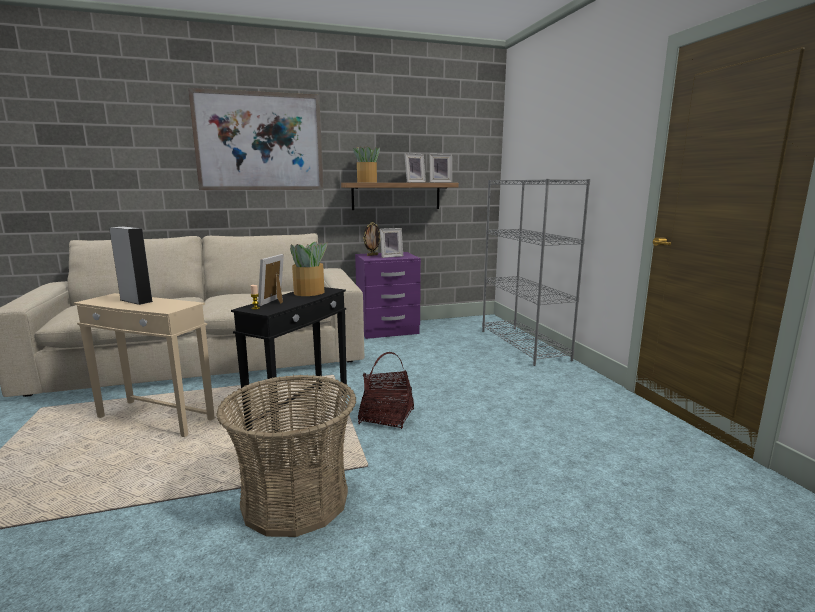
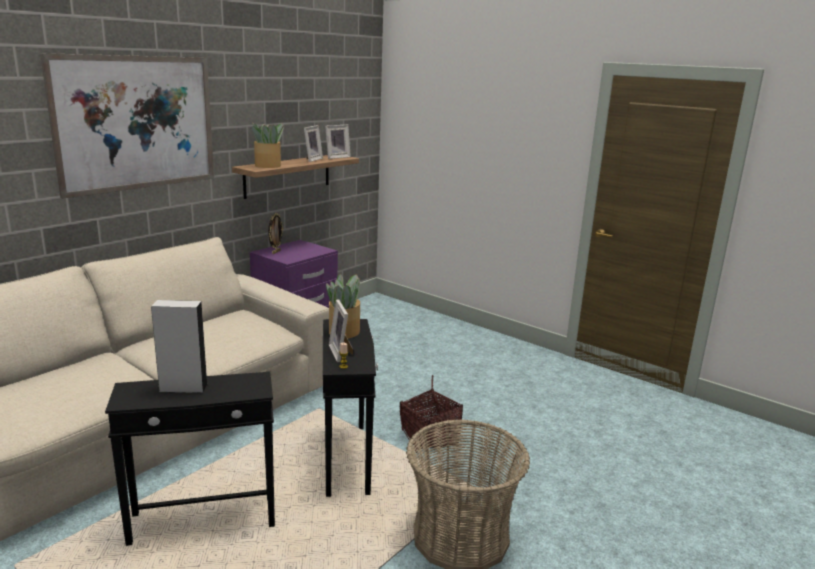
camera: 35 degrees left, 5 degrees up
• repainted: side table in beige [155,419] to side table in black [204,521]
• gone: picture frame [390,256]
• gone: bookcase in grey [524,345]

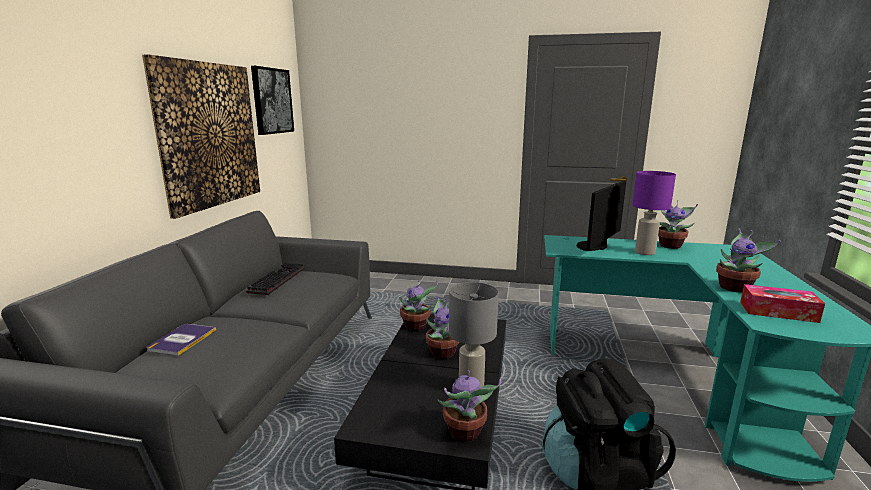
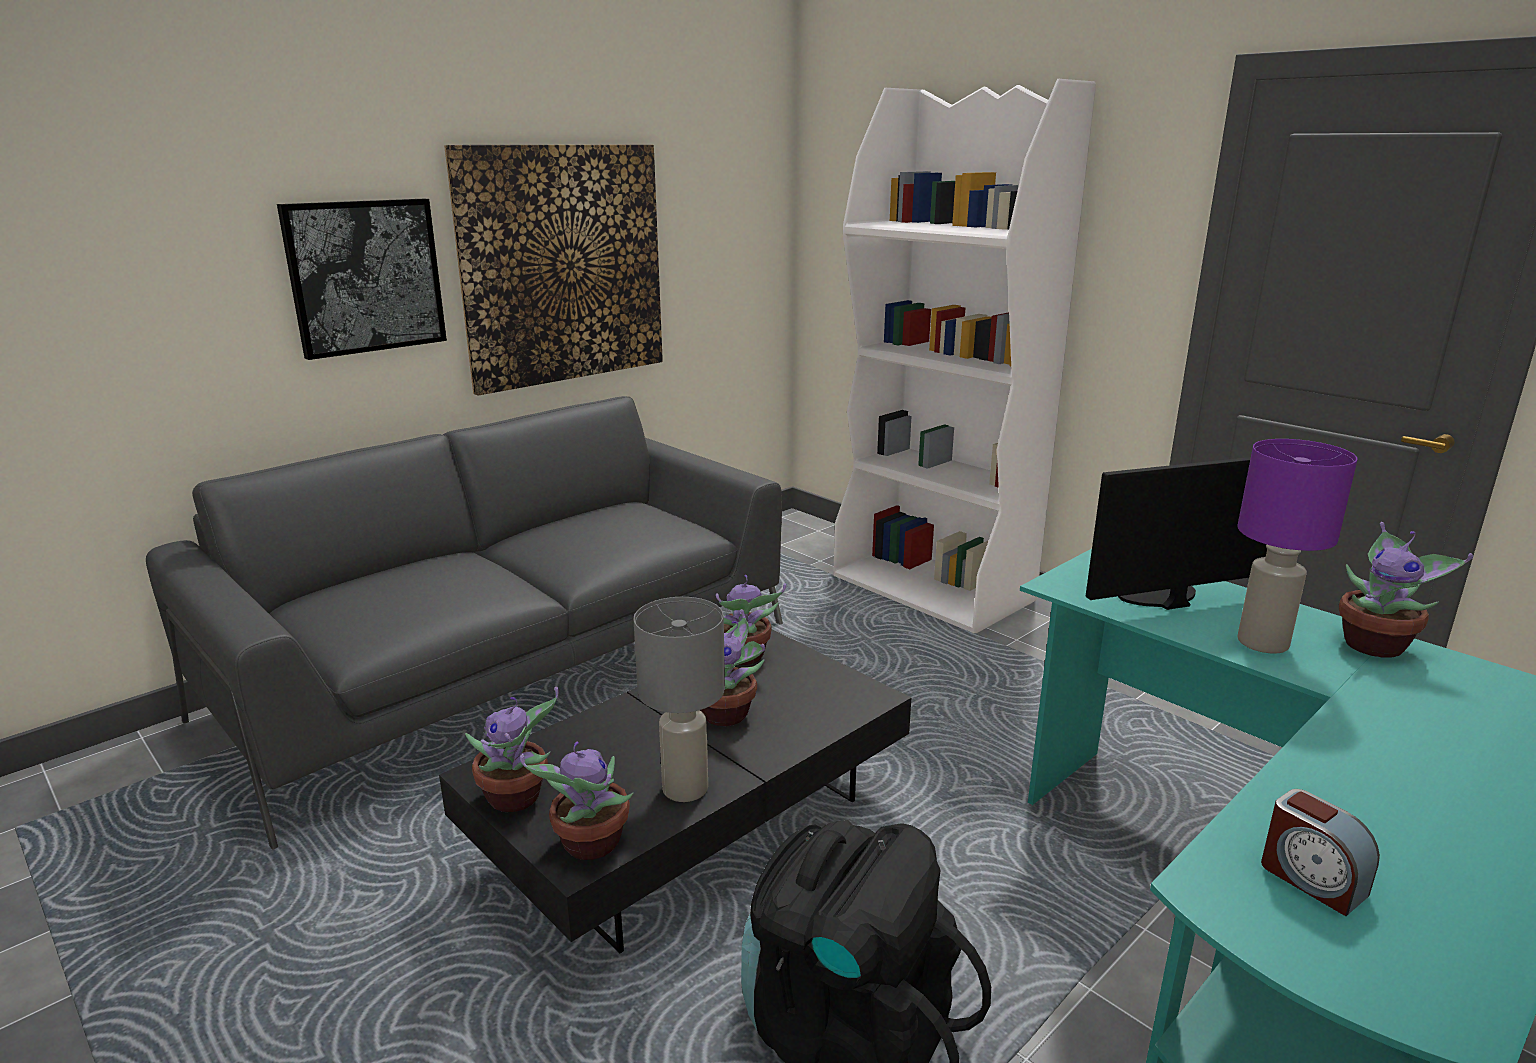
camera: 35 degrees right, 5 degrees up
• gone: book [182,340]
• gone: keyboard [277,279]
• shifted: picture [272,101] to [365,276]
• shifted: potted plant [736,288] to [516,798]
• swapped: tissue box [778,312] to alarm clock [1311,879]
• new: bookcase in white [934,588]

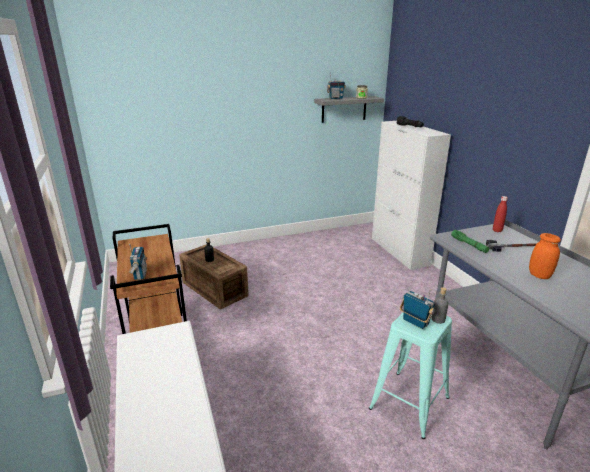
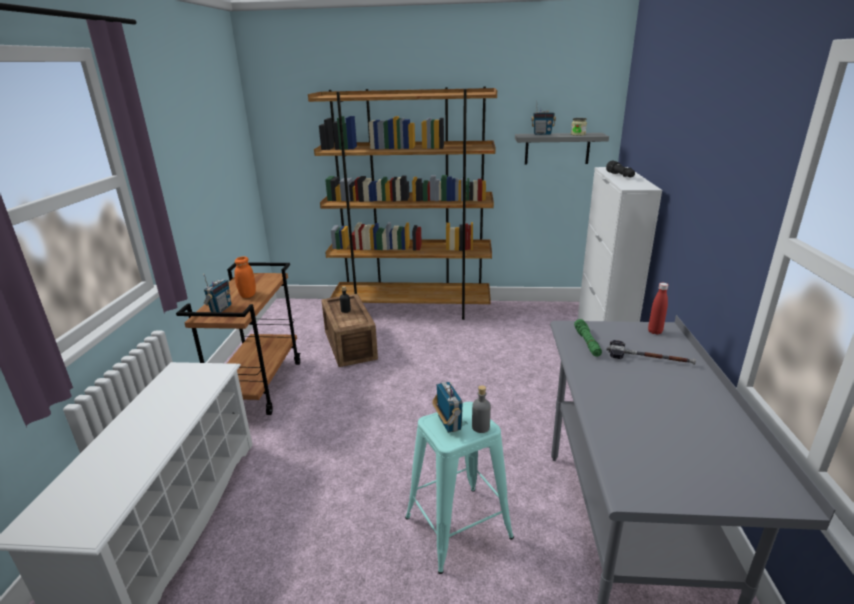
camera: 25 degrees right, 0 degrees up
• shifted: jar in orange [539,275] to [247,295]
• new: bookcase in brown [412,309]

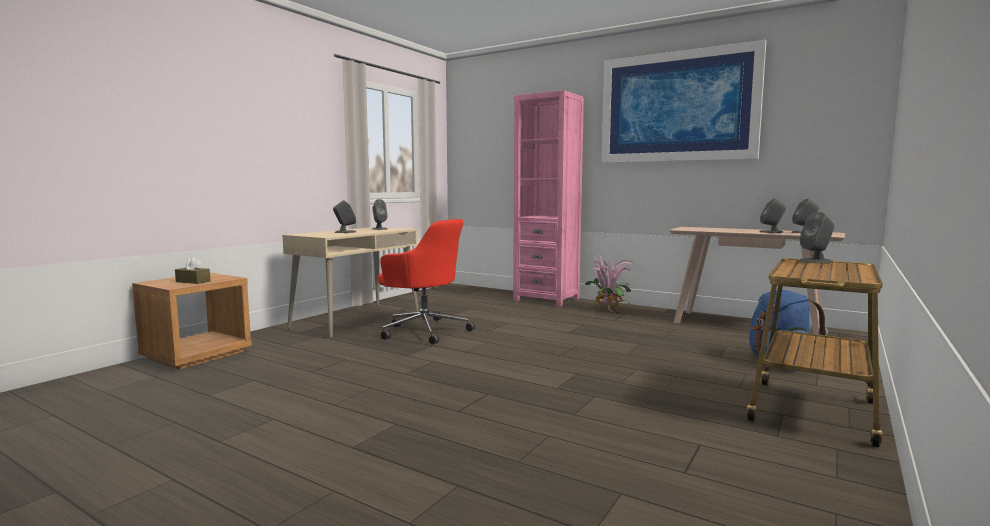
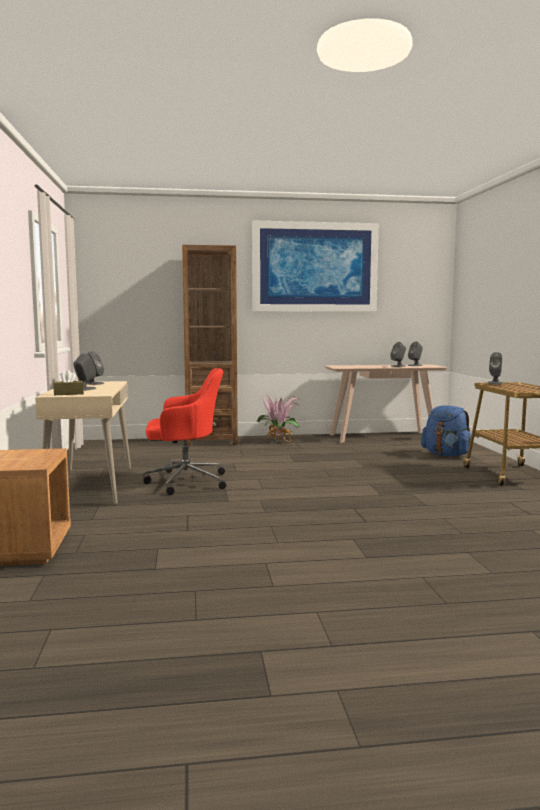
camera: 40 degrees left, 0 degrees up
• shifted: tissue box in brown [193,281] to [68,394]
• repainted: bookcase in pink [546,299] to bookcase in brown [211,441]

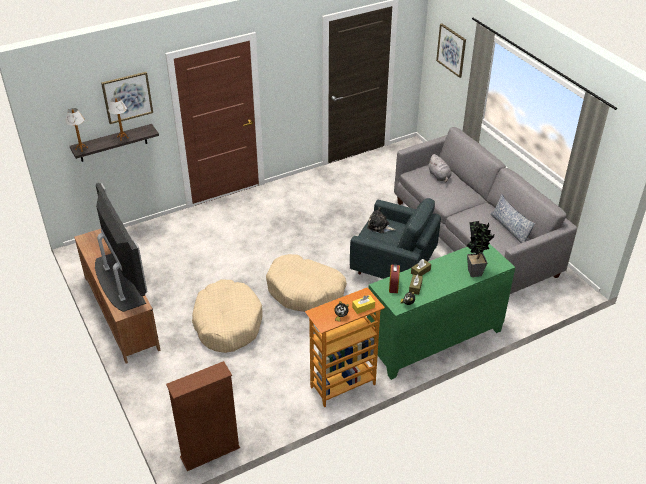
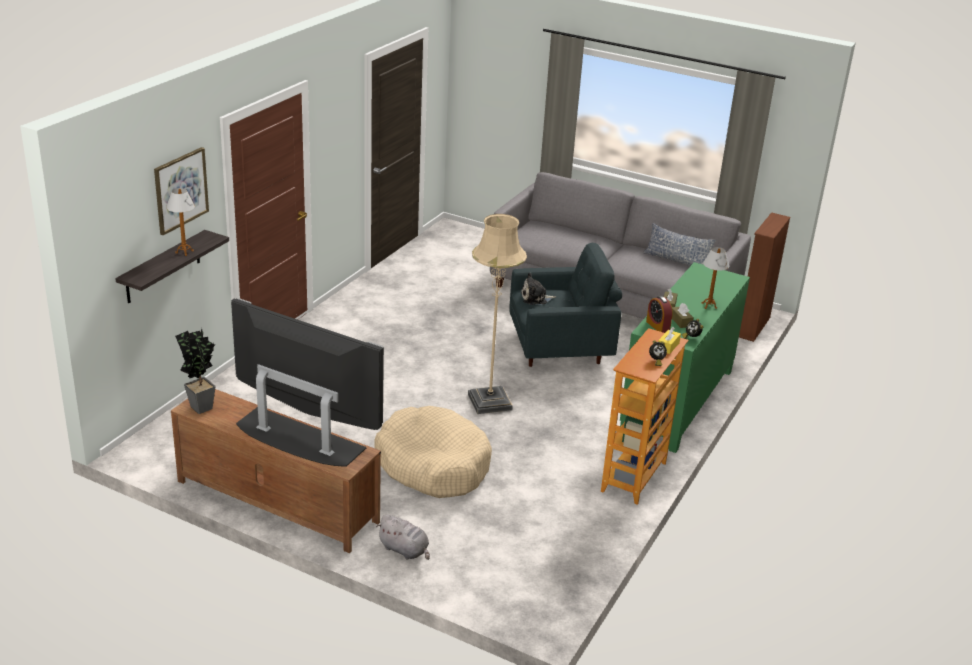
camera: 35 degrees left, 10 degrees down
• shifted: table lamp [81,149] to [709,306]
• shifted: bookcase in brown [210,452] to [753,327]
• swapped: dog bed in beige [305,291] to floor lamp in beige [489,402]
• shifted: plush toy in grey [439,176] to [405,550]
• gone: picture [451,50]
• shifted: potted plant [475,271] to [201,405]

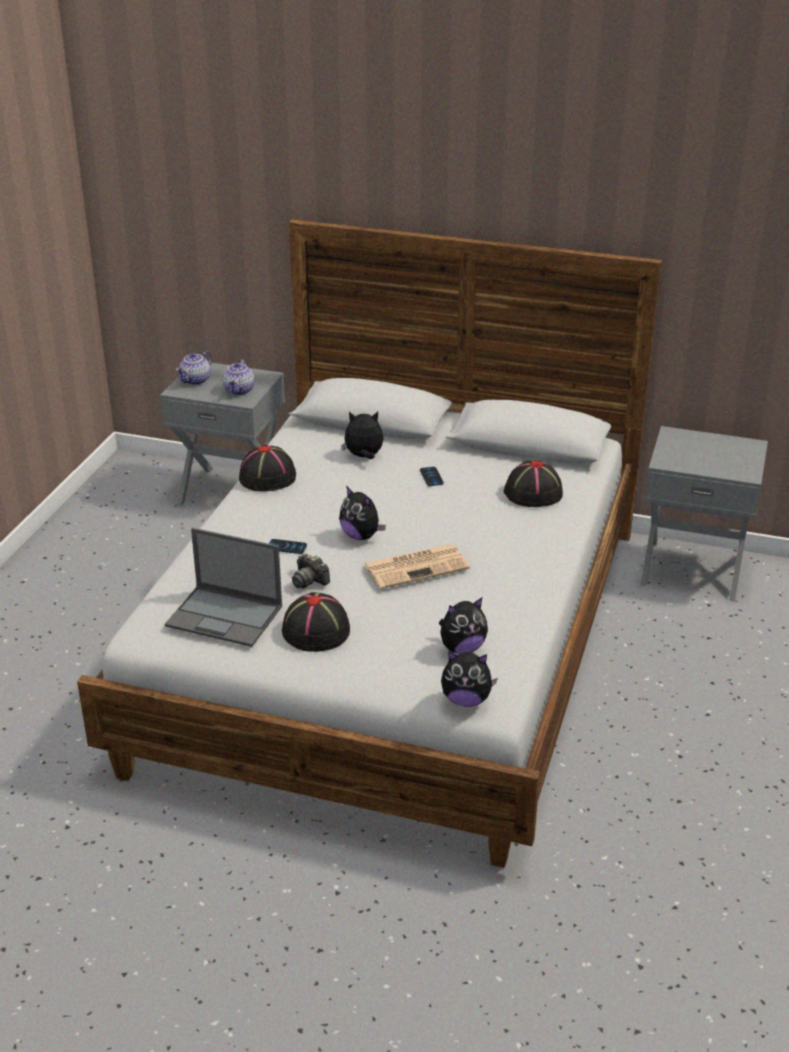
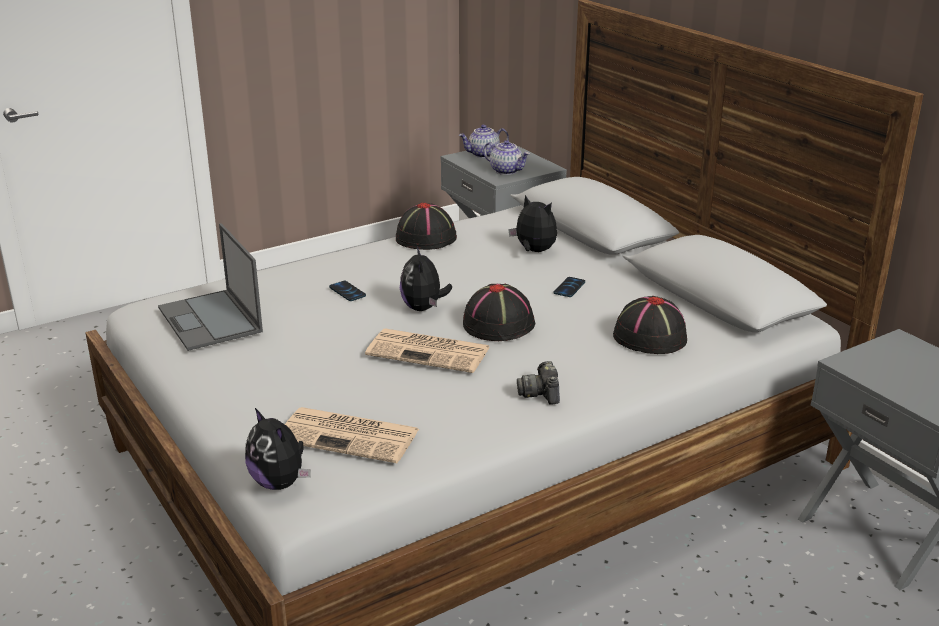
camera: 40 degrees right, 5 degrees down
• rotated: teapot [239,391] = [506,171] 105 degrees counterclockwise
• shifted: hat in black [316,630] to [499,324]
• shifted: photo camera [309,580] to [541,393]
• swapped: plush toy [462,648] to newspaper [350,436]

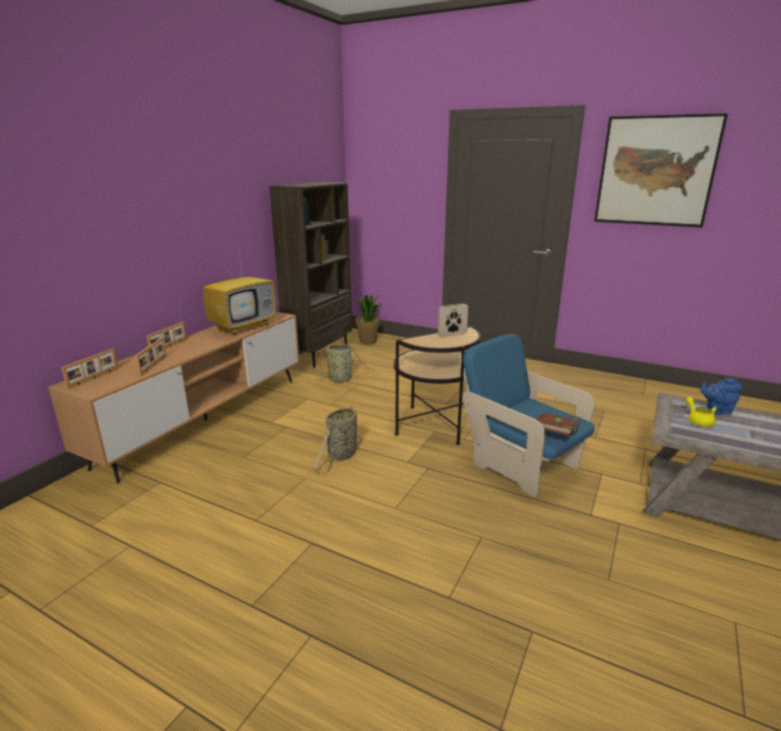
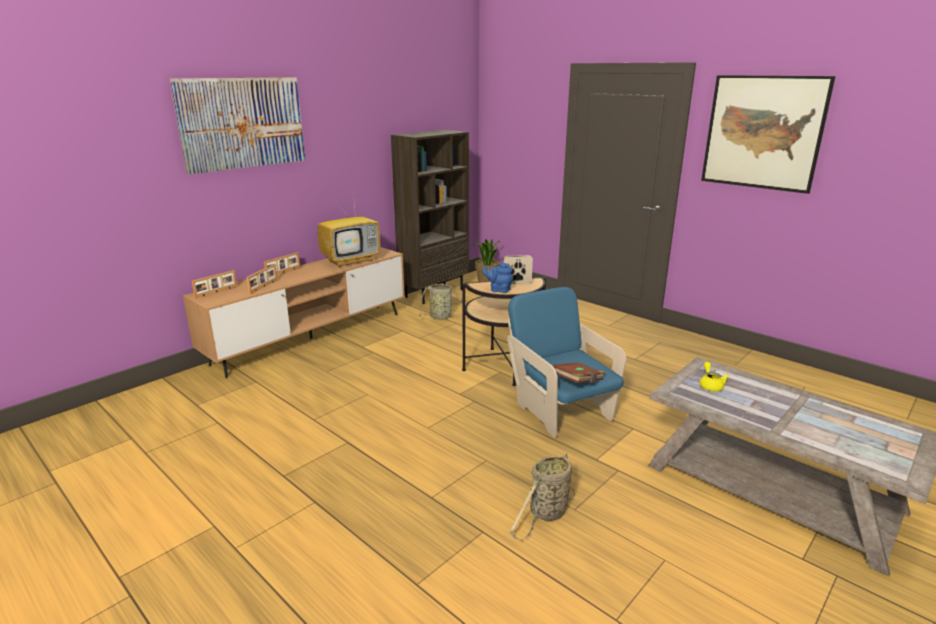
camera: 15 degrees right, 0 degrees up
• shifted: basket [341,456] to [546,514]
• shifted: teapot in blue [716,410] to [499,290]
• new: picture [243,123]

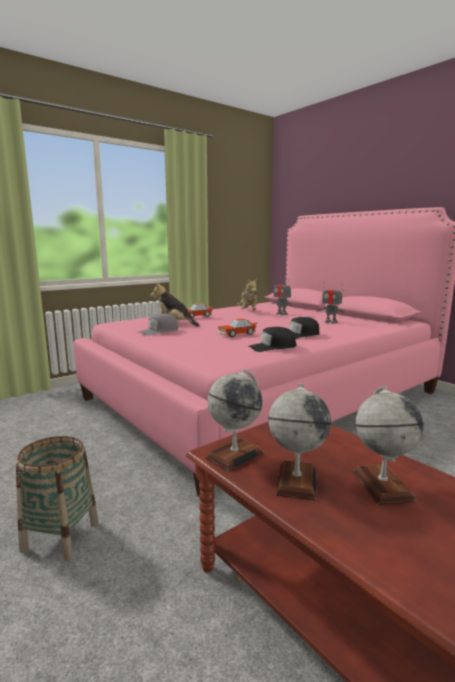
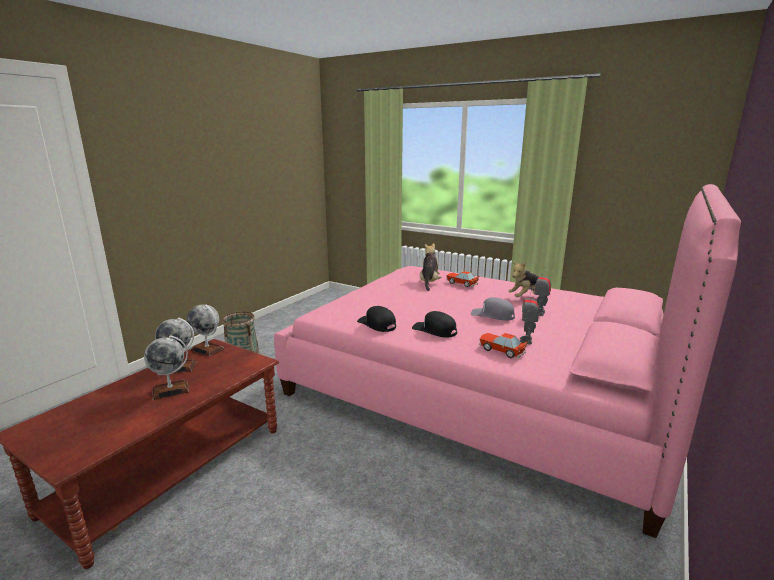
camera: 70 degrees right, 5 degrees up
• shifted: cap in grey [159,331] to [492,315]
• shifted: toy car [236,334] to [501,350]

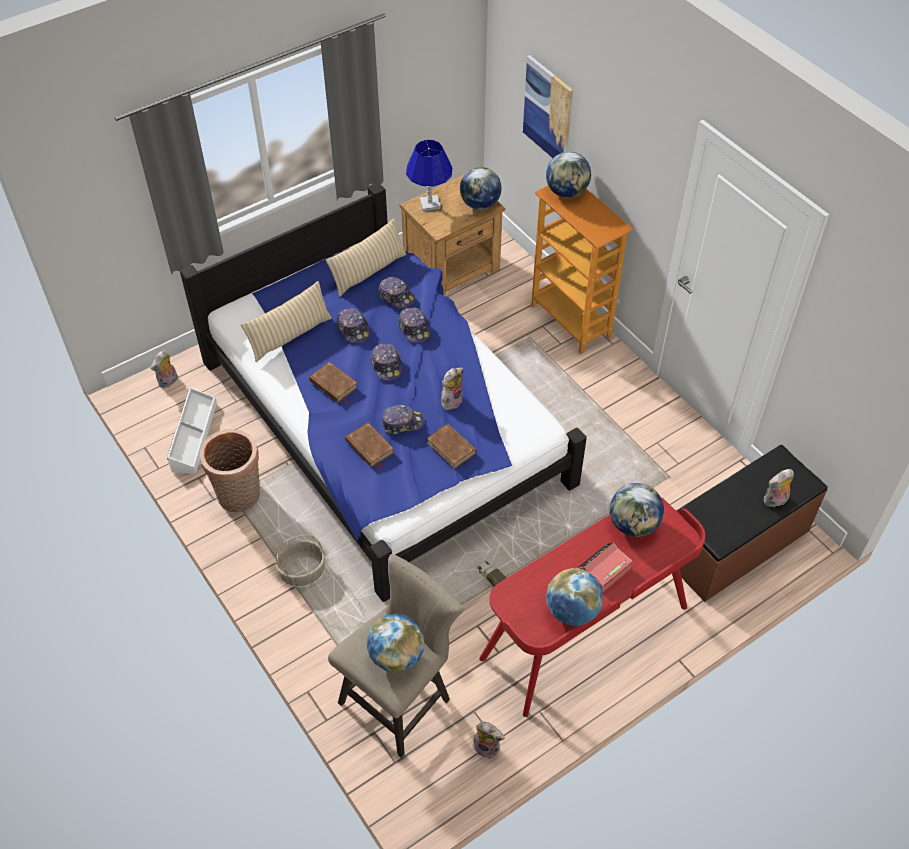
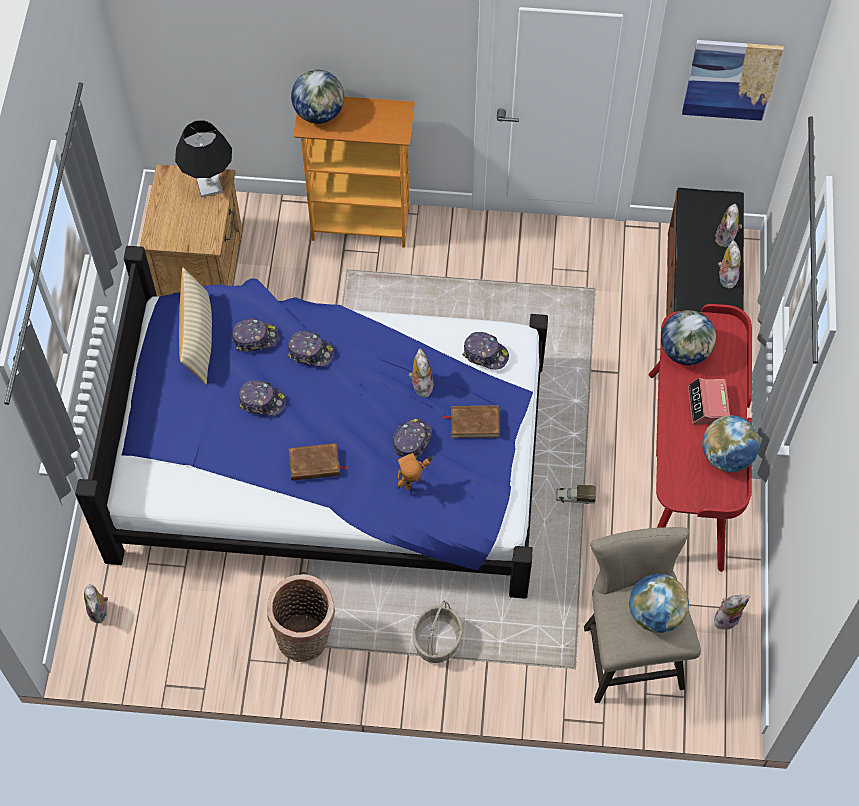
camera: 50 degrees left, 10 degrees up
• gone: storage box in white [193,436]
• gone: pillow in beige [290,336]
• swapped: book in brown [369,447] to toy robot [414,486]
• shifted: cap [387,365] to [485,354]
• gone: table lamp in blue [430,204]
• swapped: globe [479,204] to table lamp in black [209,185]
• shifted: picture [548,111] to [731,79]
• new: plush toy [726,276]

